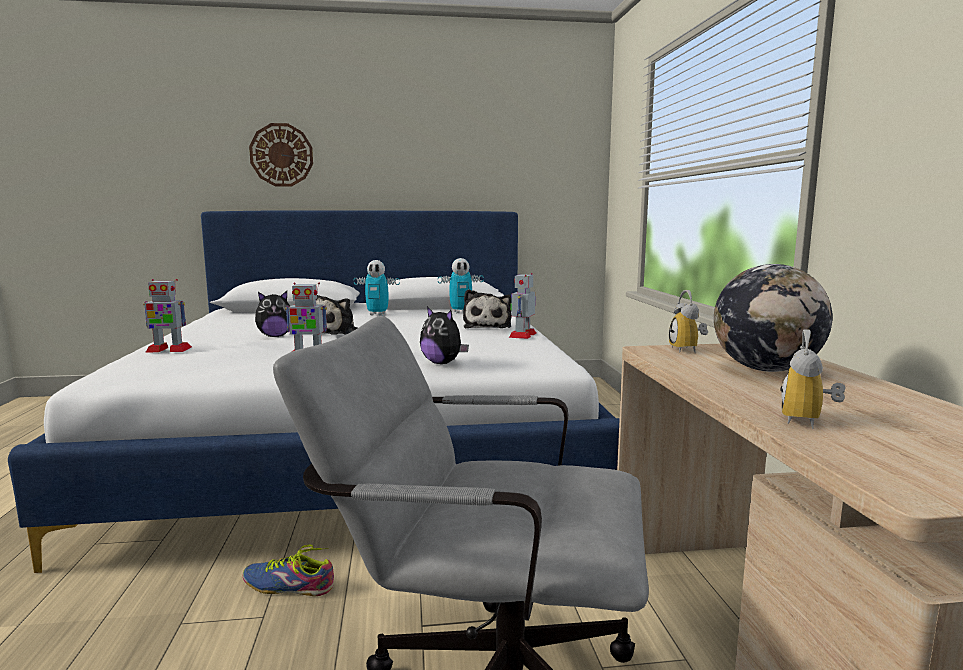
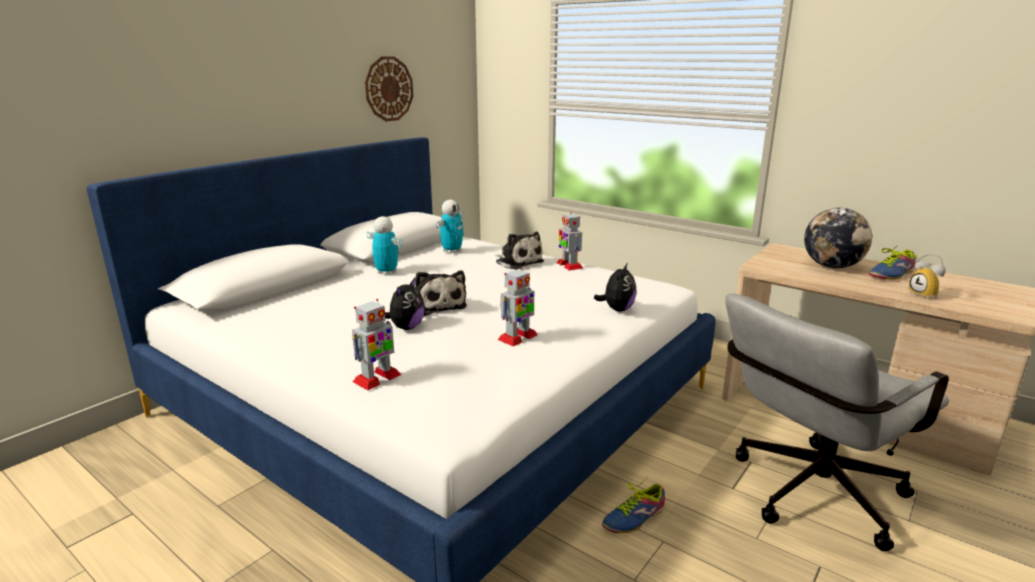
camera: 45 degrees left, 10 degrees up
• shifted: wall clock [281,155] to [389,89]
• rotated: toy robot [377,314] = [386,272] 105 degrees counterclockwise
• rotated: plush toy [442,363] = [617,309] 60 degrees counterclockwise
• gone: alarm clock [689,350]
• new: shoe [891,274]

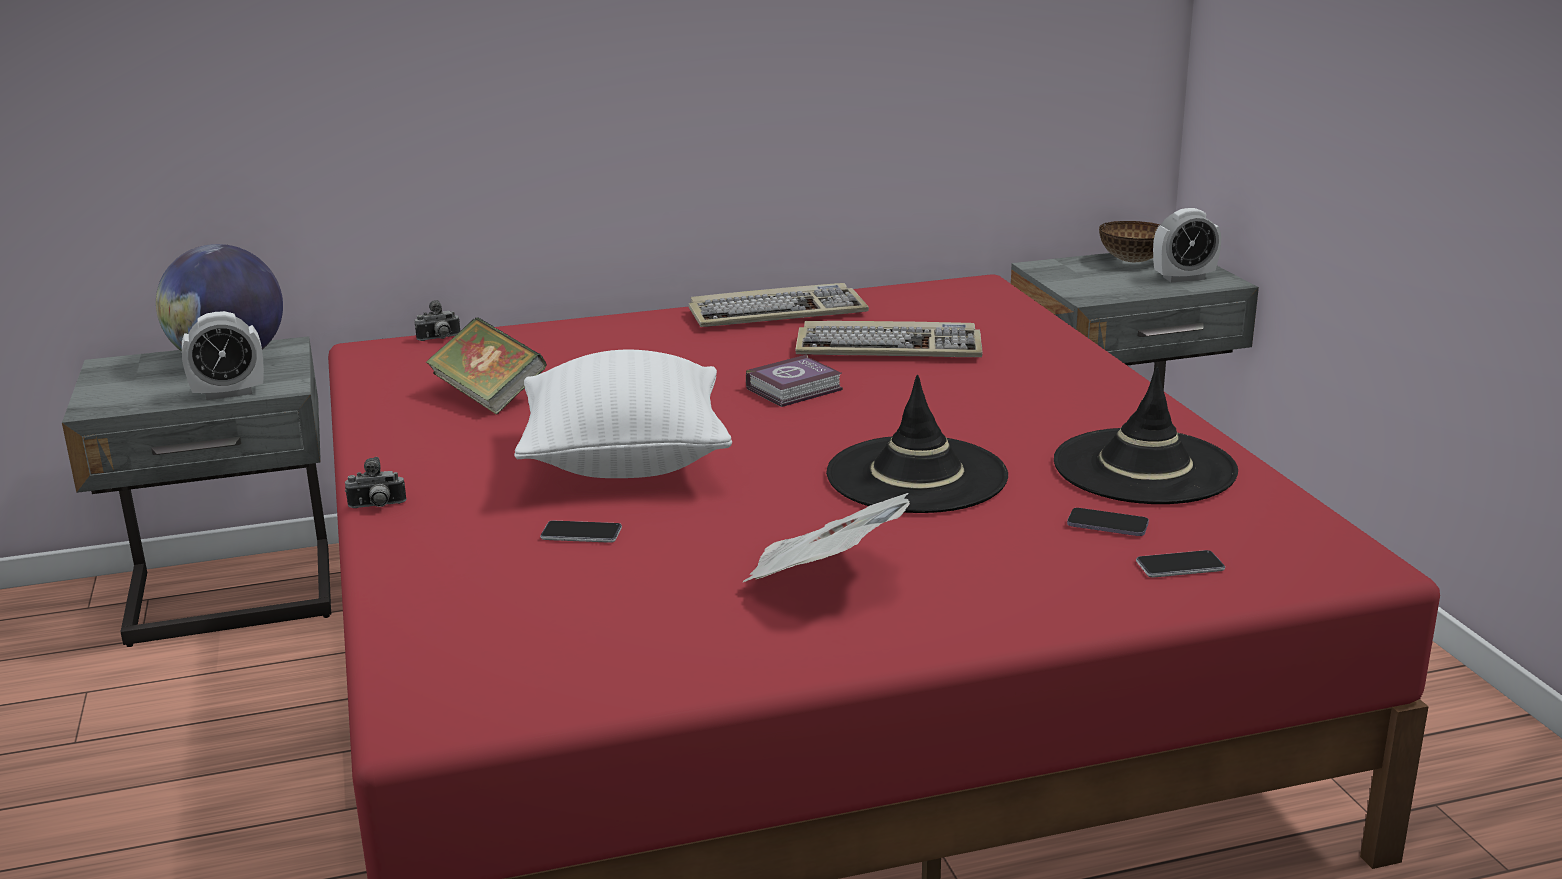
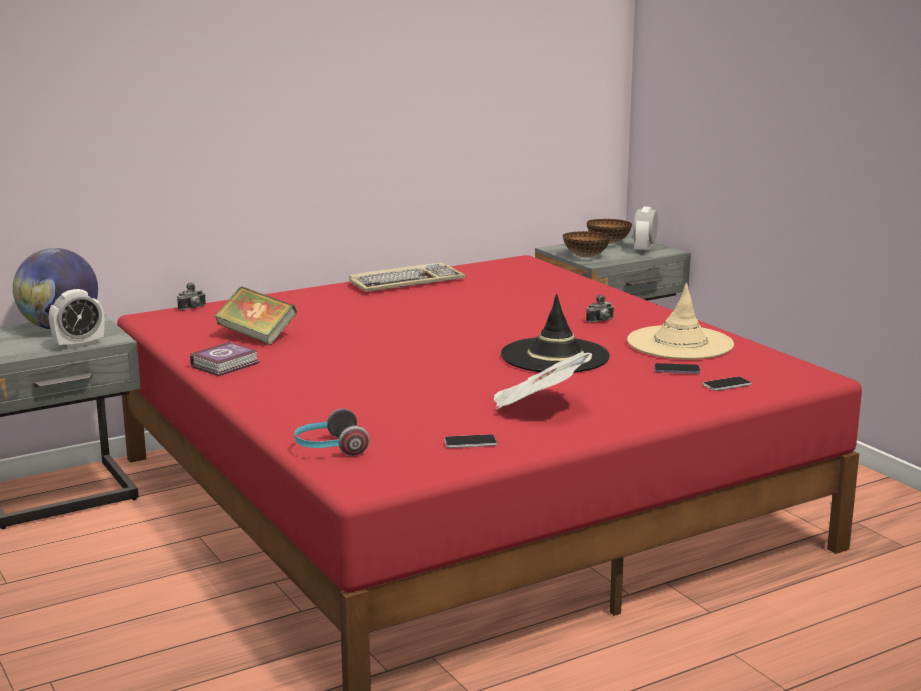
camera: 15 degrees left, 5 degrees down
• shifted: photo camera [377,507] to [601,321]
• gone: pillow in white [625,462]
• shifted: phone [581,533] to [470,442]
• shifted: book [797,389] to [227,364]
• gone: keyboard [890,347]
• repainted: hat in black [1144,467] to hat in beige [680,343]
• rotated: alarm clock [1183,278] = [644,250] 135 degrees clockwise
• new: headphones [329,448]
• new: bowl [586,256]

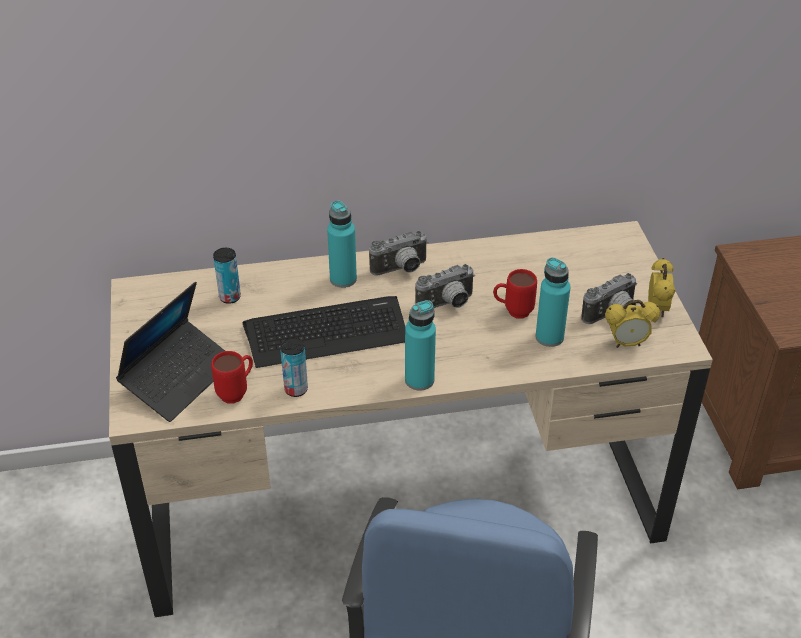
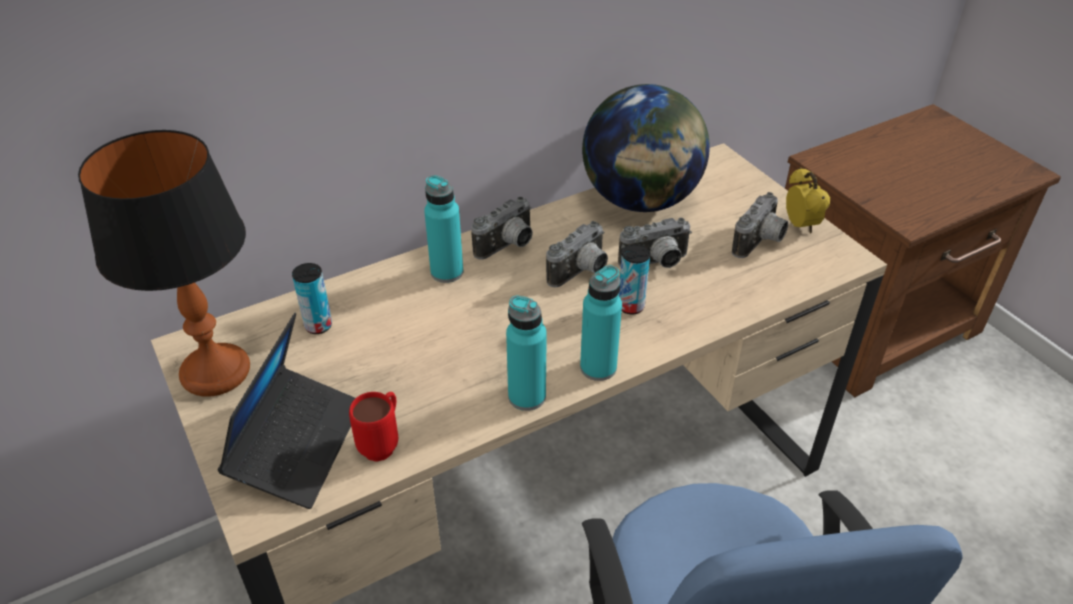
camera: 20 degrees left, 0 degrees up
• gone: keyboard [326,332]
• shifted: can [296,389] to [631,306]
• swapped: mug in red [512,312] to photo camera [656,264]
• shifted: bottle in turquoise [549,337] to [527,396]
• gone: alarm clock [627,343]
• new: table lamp [216,371]
• new: globe [641,200]

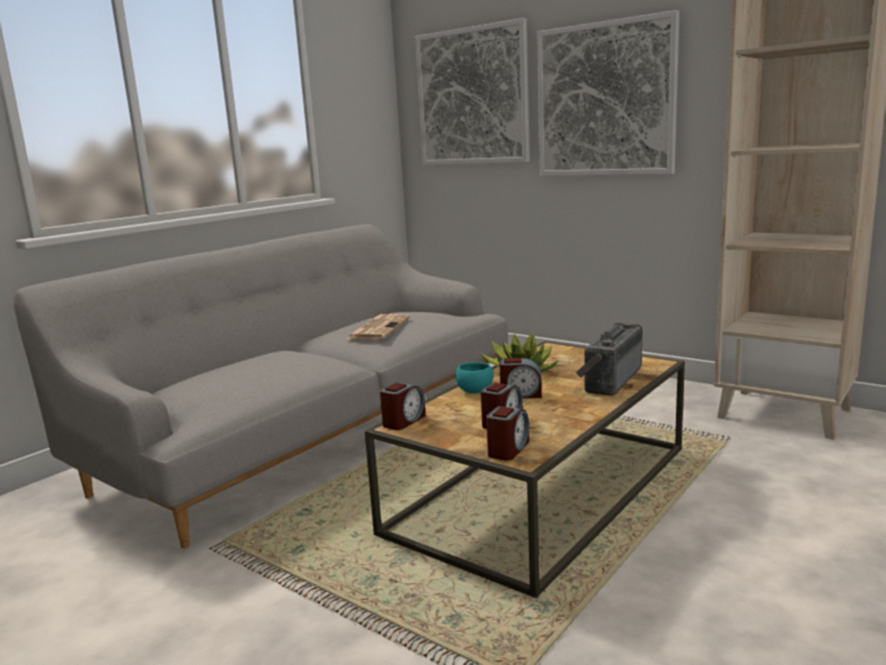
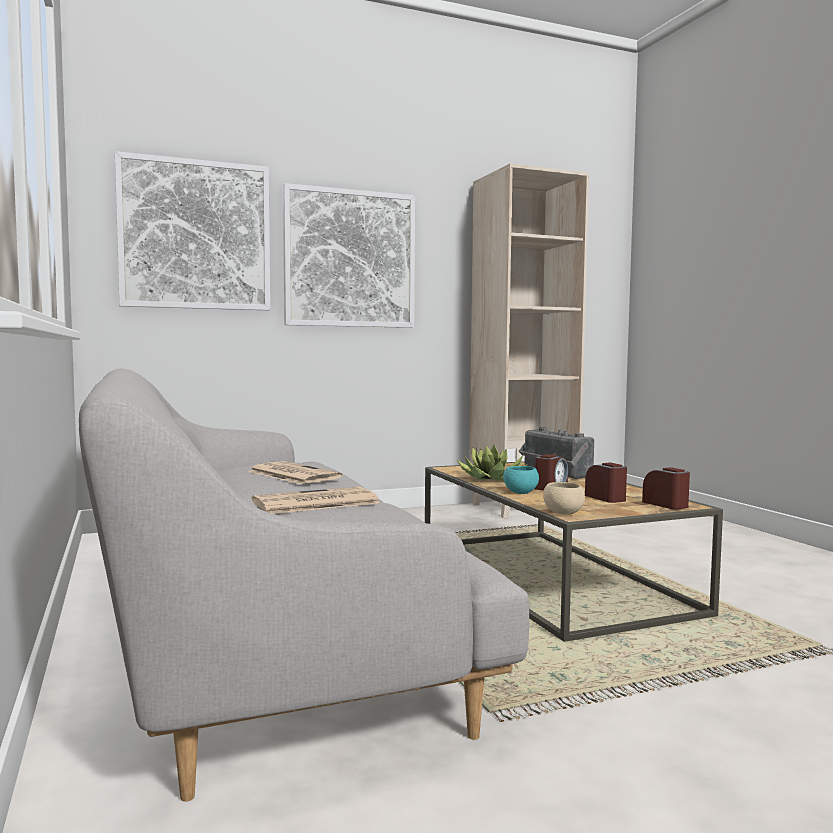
camera: 60 degrees left, 10 degrees down
• swapped: alarm clock [403,421] to bowl in beige [563,513]
• new: newspaper [314,503]

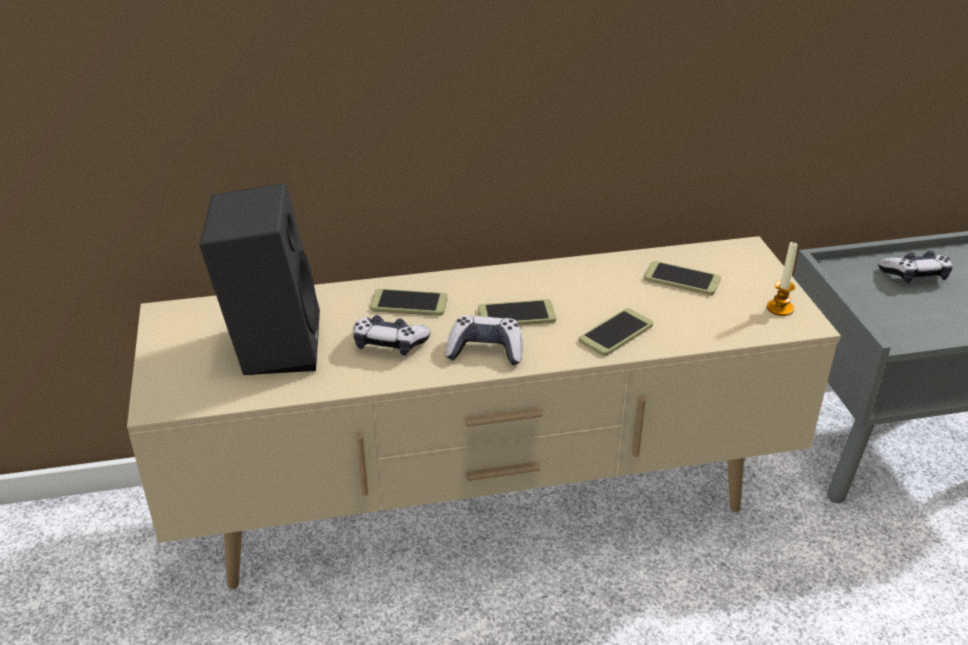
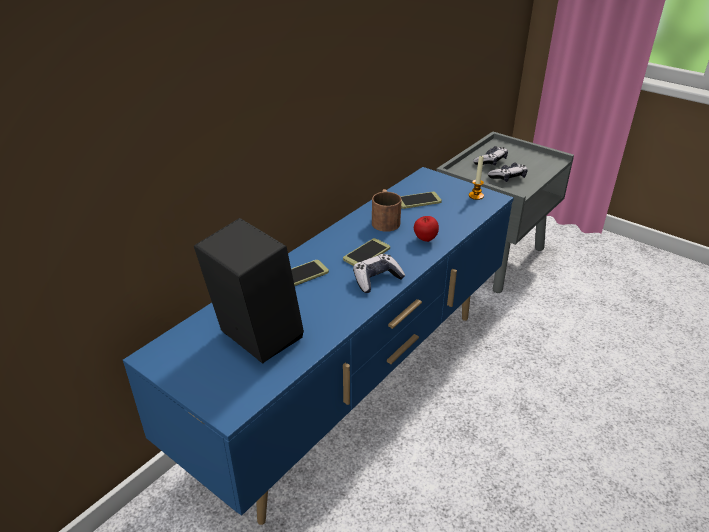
camera: 40 degrees left, 0 degrees up
• repainted: tv stand in beige [485,508] to tv stand in blue [354,387]
• shifted: game controller [389,344] to [508,178]
• swapped: phone [616,333] to apple [425,240]
• new: mug in brown [385,219]

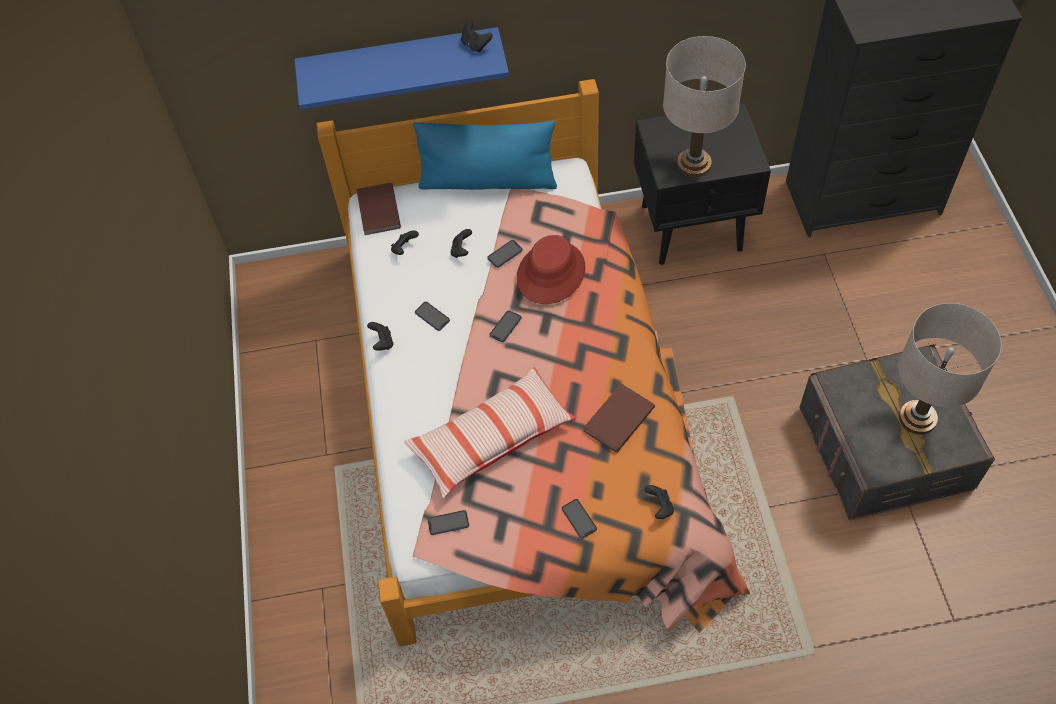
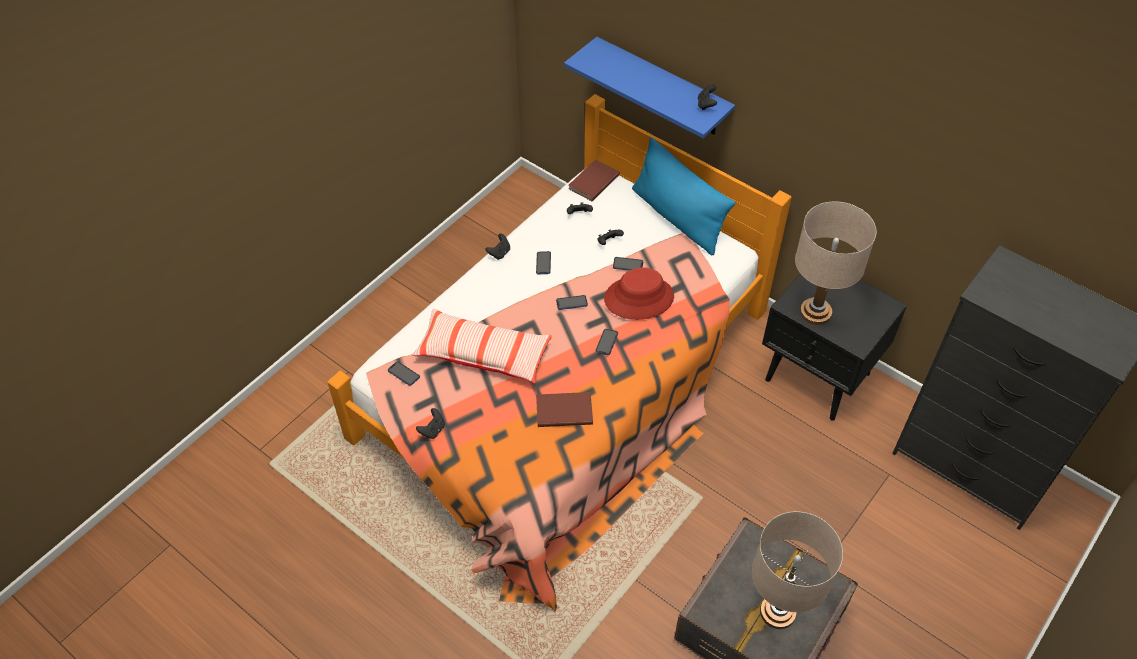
camera: 45 degrees right, 5 degrees down
• shifted: phone [579,519] to [606,342]
• shifted: game controller in black [659,507] to [432,430]

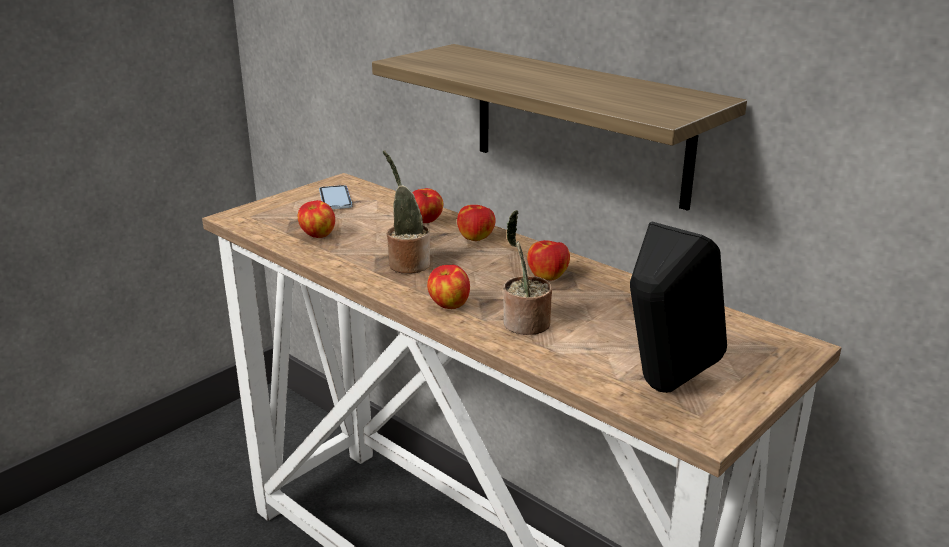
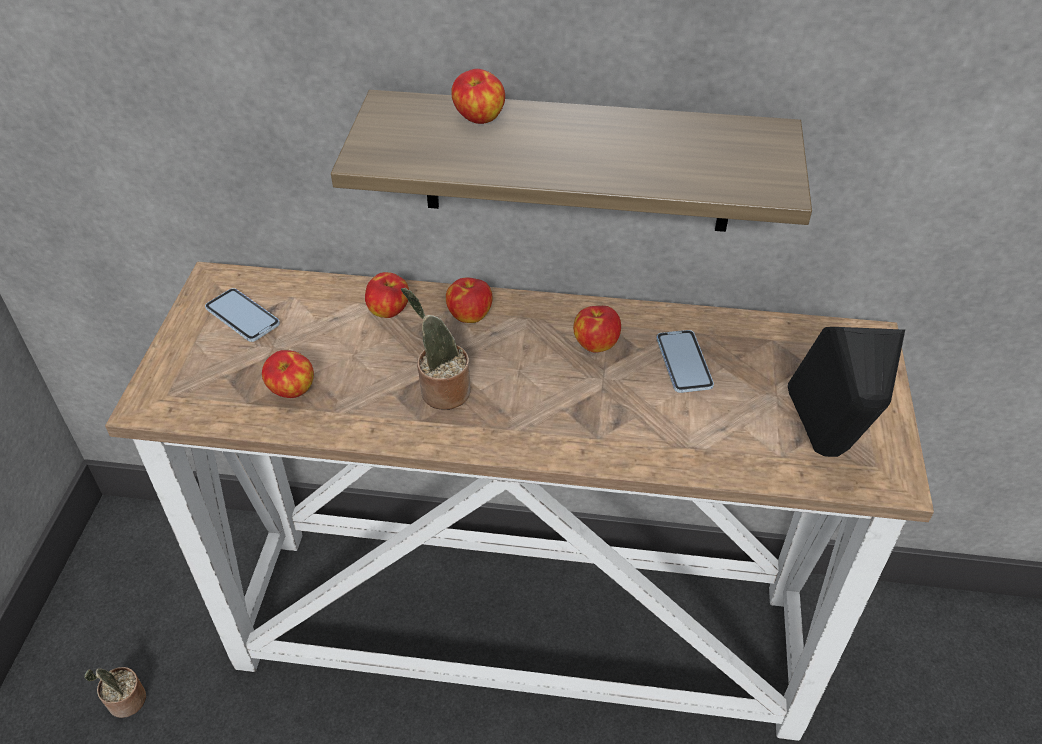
camera: 35 degrees left, 20 degrees up
• shifted: apple [448,305] to [479,119]
• shifted: potted plant [524,324] to [125,703]
• new: phone [684,362]

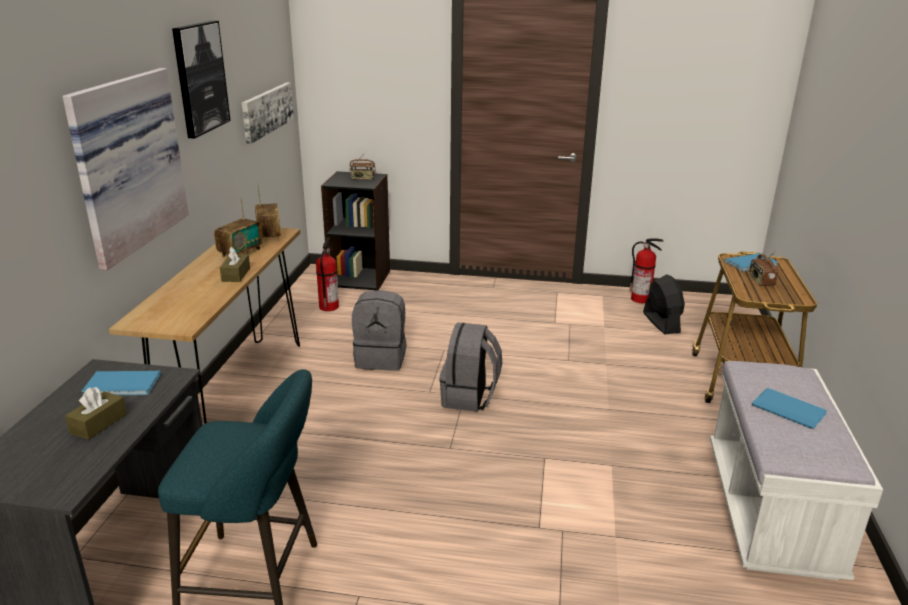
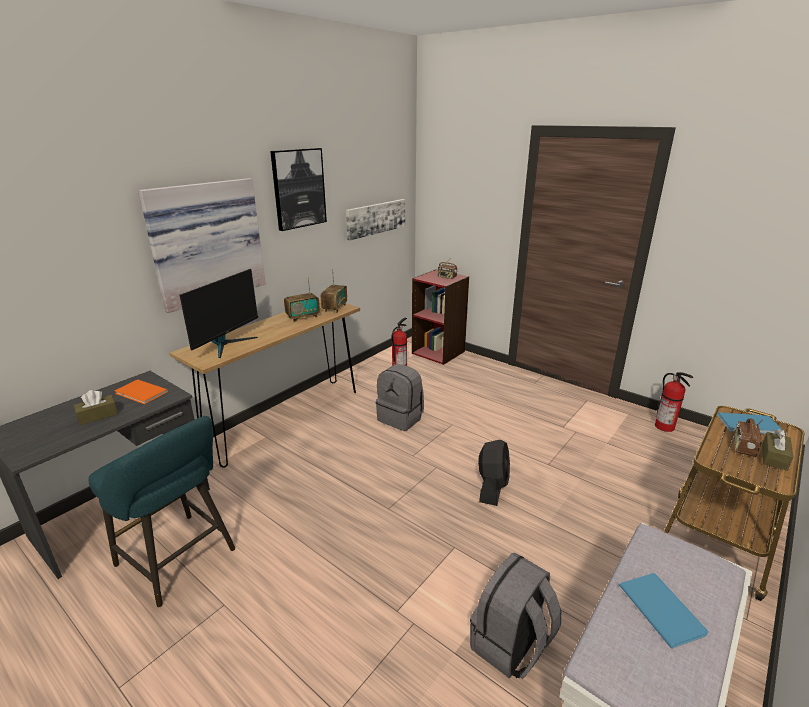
camera: 30 degrees right, 0 degrees up
• repainted: book in blue [123,385] to book in orange [141,393]
• shifted: tissue box in brown [236,274] to [774,457]
• repainted: bookcase in black [360,278] to bookcase in red [438,352]
• shifted: backpack in grey [469,397] to [511,645]
• shifted: fan in black [661,322] to [492,487]
• new: monitor [227,344]

